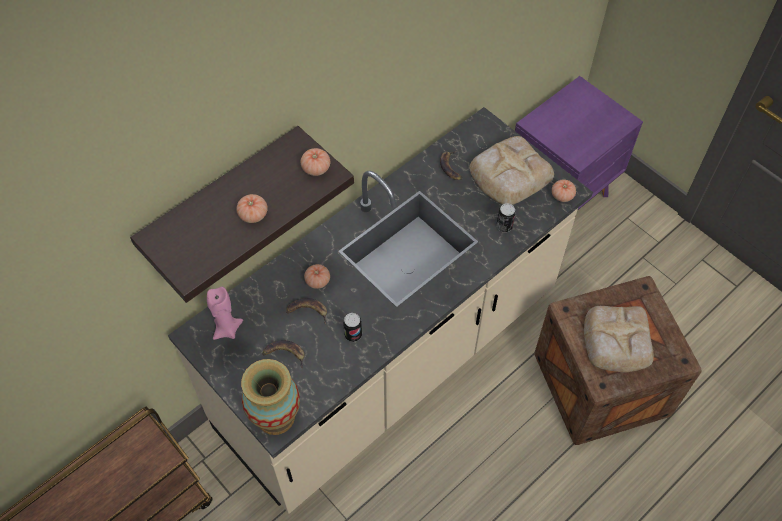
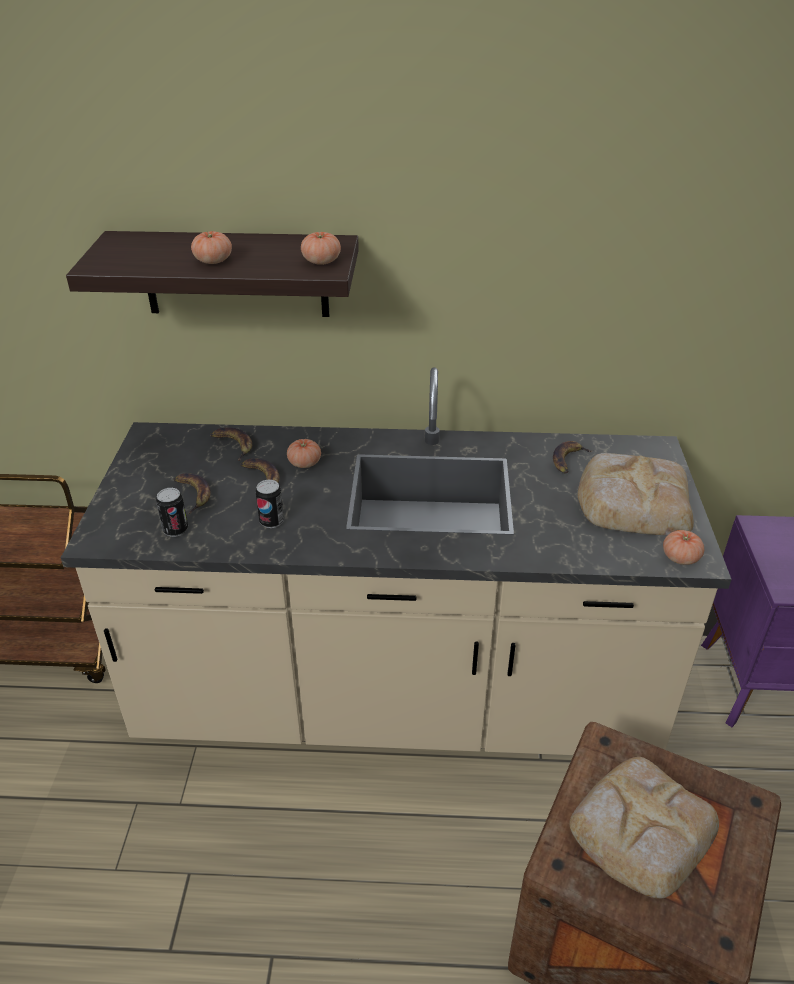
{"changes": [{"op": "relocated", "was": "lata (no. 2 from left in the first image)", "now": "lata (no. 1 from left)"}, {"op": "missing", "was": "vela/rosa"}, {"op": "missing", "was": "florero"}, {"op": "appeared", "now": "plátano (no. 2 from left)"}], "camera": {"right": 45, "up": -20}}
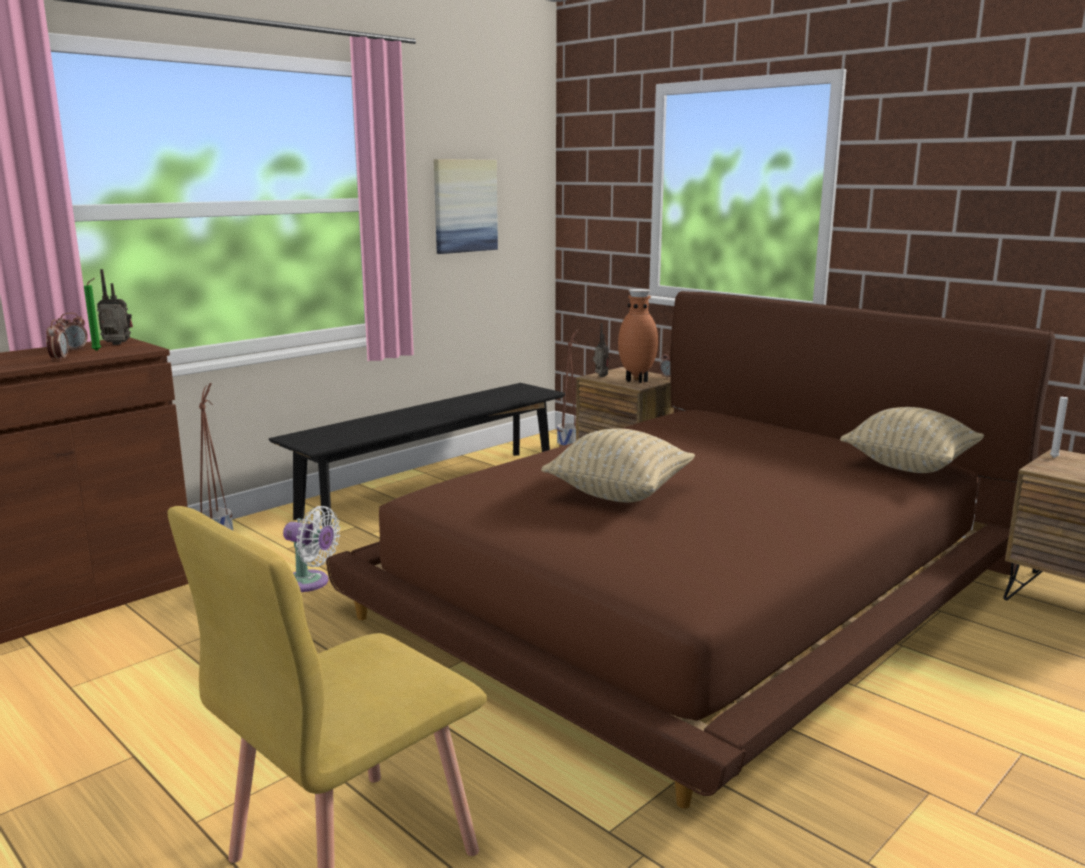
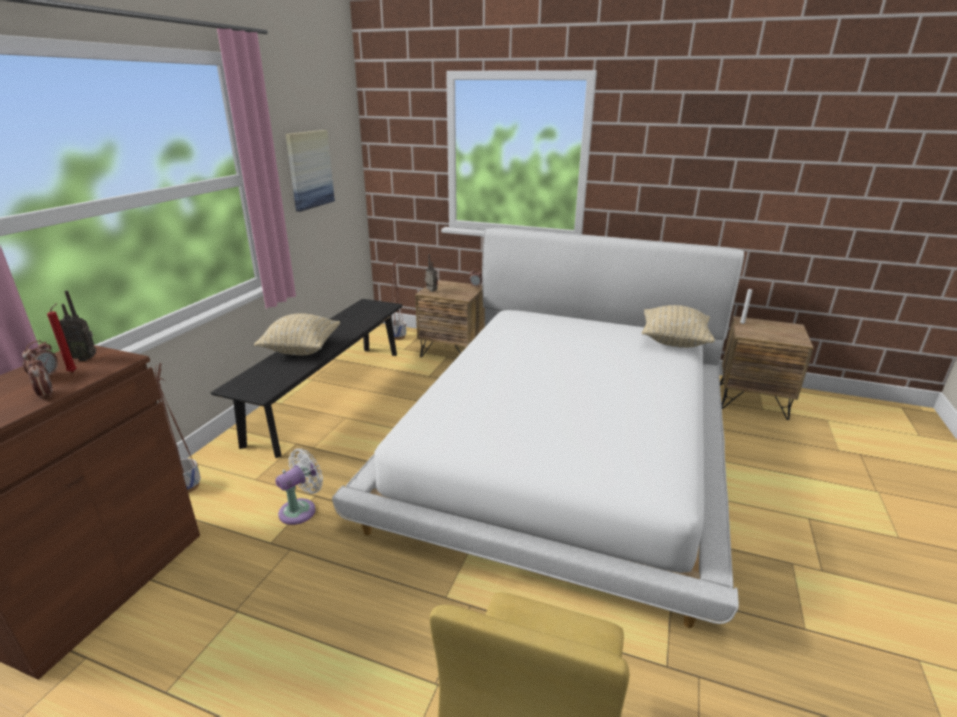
{"changes": [{"op": "spun", "was": "radio (no. 1 from left)", "clockwise": -150}, {"op": "colour", "was": "vela/verde", "now": "vela/rojo"}, {"op": "missing", "was": "florero/marrón"}, {"op": "colour", "was": "cama/marrón", "now": "cama/blanco"}, {"op": "relocated", "was": "cojín/beis (no. 1 from left)"}, {"op": "spun", "was": "ventilador/blanco", "clockwise": -45}], "camera": {"right": -25, "up": 10}}
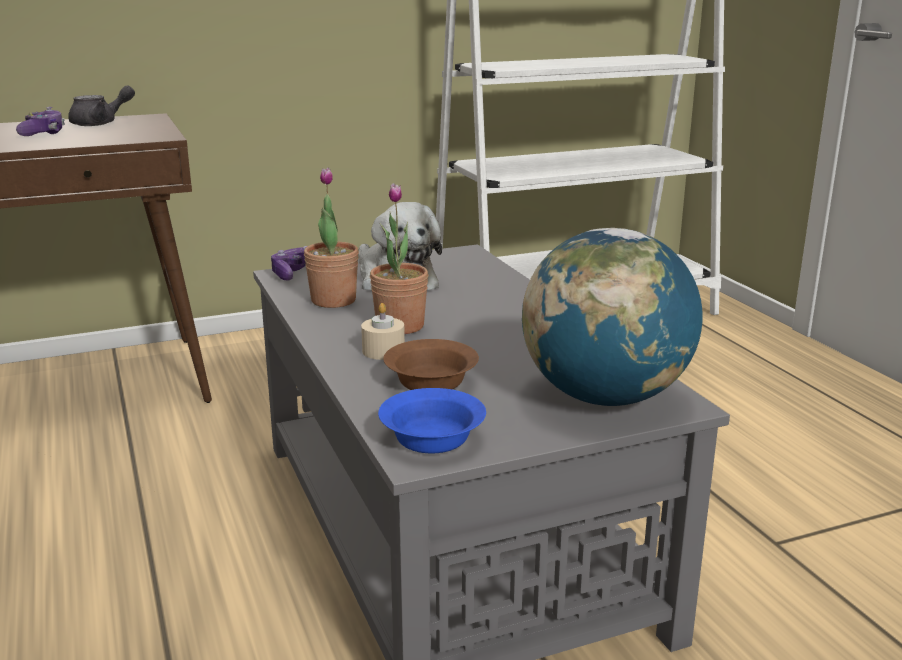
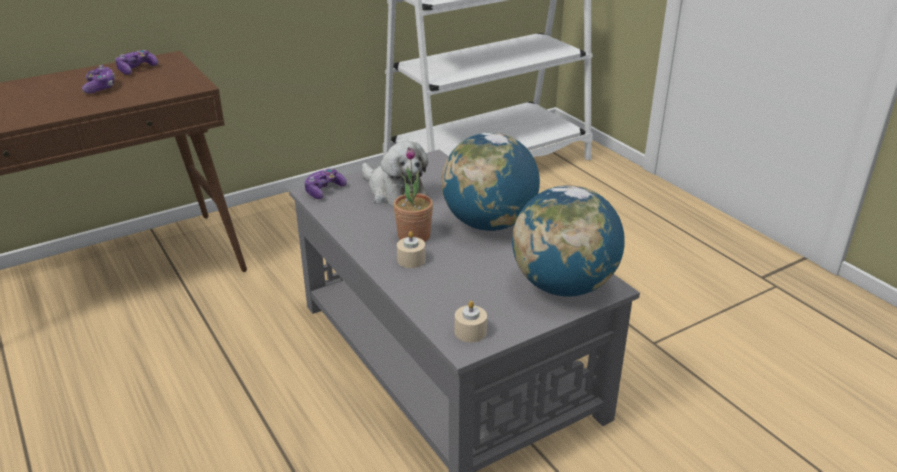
{"changes": [{"op": "exchanged", "was": "tetera/gris", "now": "mando de consola (no. 2 from left)"}, {"op": "missing", "was": "planta en maceta (no. 1 from left)"}, {"op": "missing", "was": "cuenco/marrón"}, {"op": "exchanged", "was": "cuenco/azul", "now": "vela/beis (no. 2 from left)"}, {"op": "appeared", "now": "globo terráqueo (no. 1 from left)"}], "camera": {"right": -10, "up": 10}}
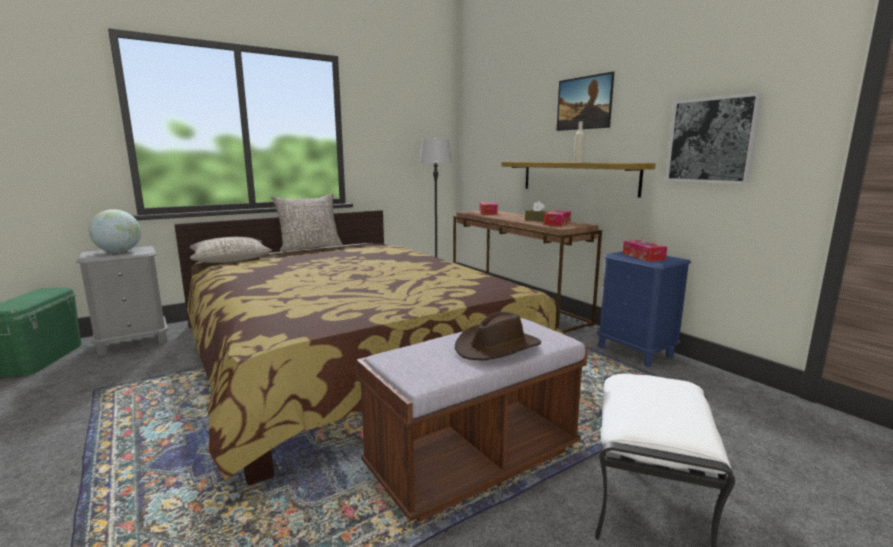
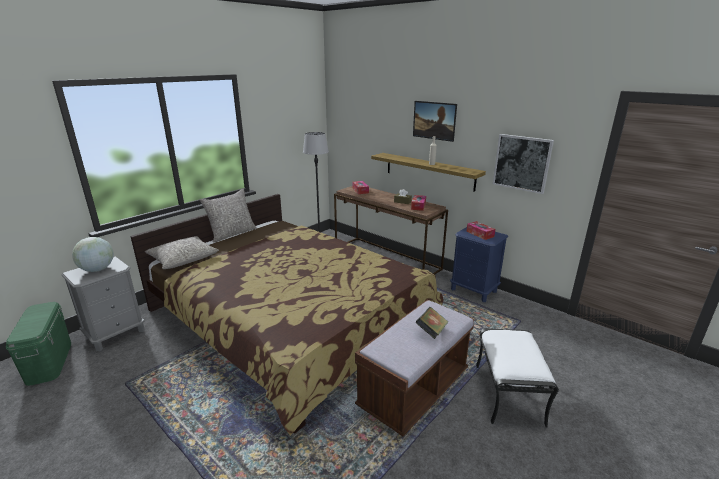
{"changes": [{"op": "exchanged", "was": "sombrero/marrón", "now": "libro"}], "camera": {"right": -15, "up": 10}}
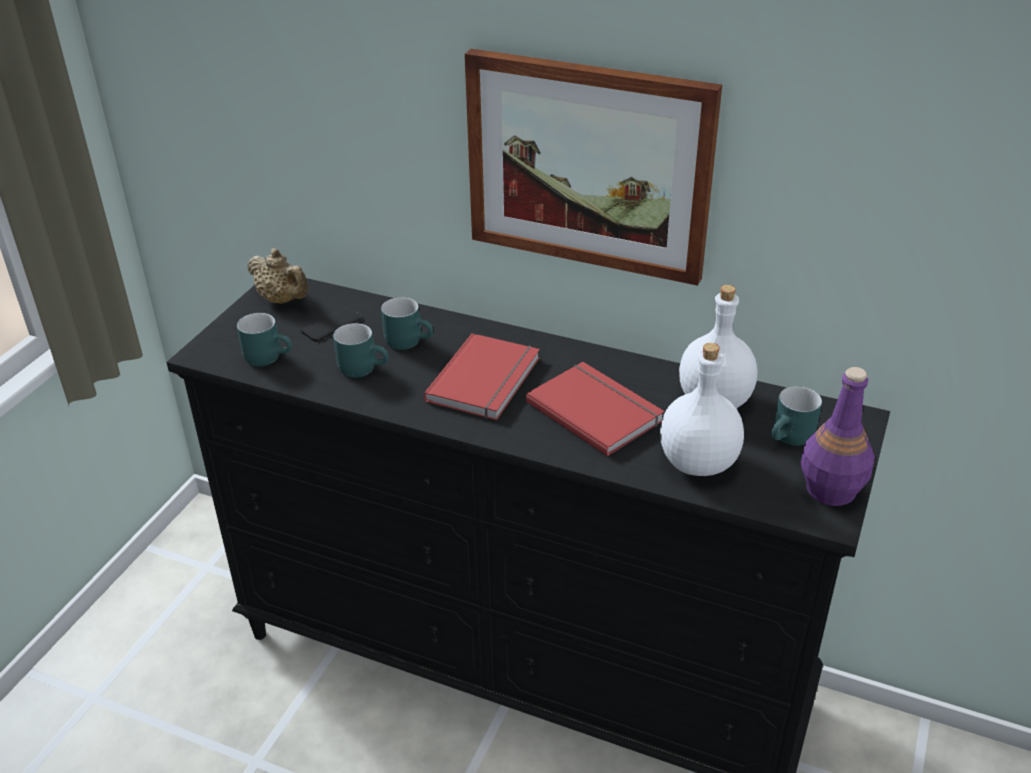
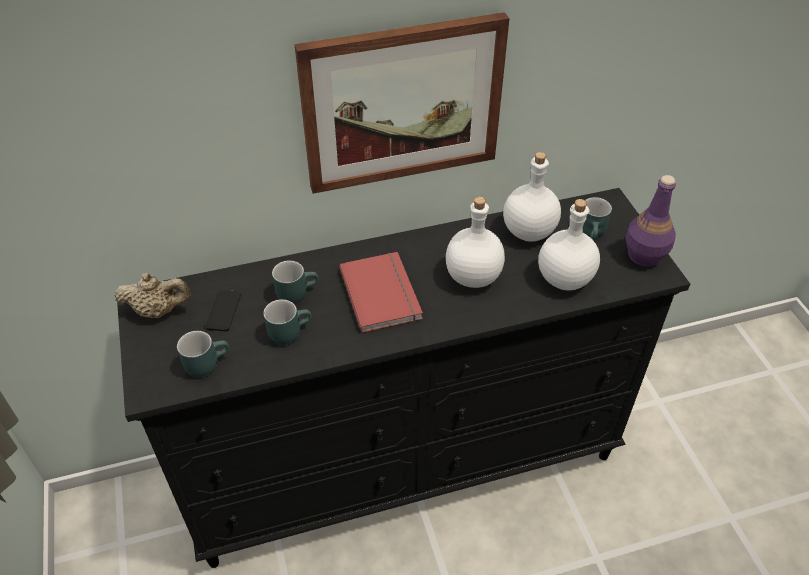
{"changes": [{"op": "exchanged", "was": "libro/rojo (no. 2 from left)", "now": "botella/blanco (no. 1 from left)"}], "camera": {"right": -40, "up": 10}}
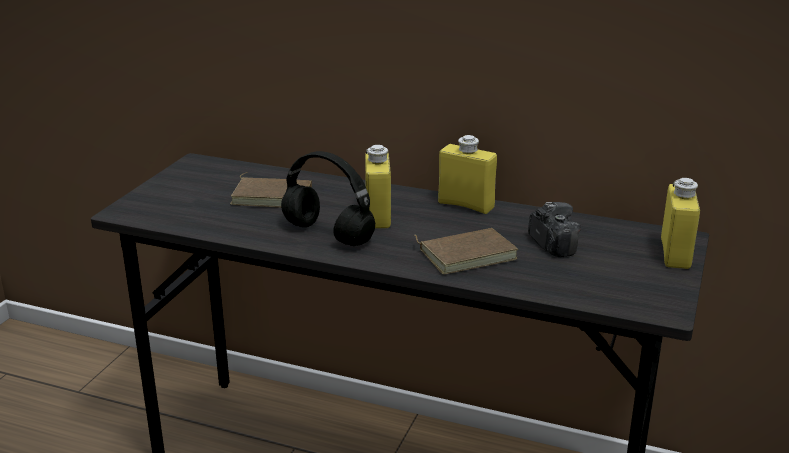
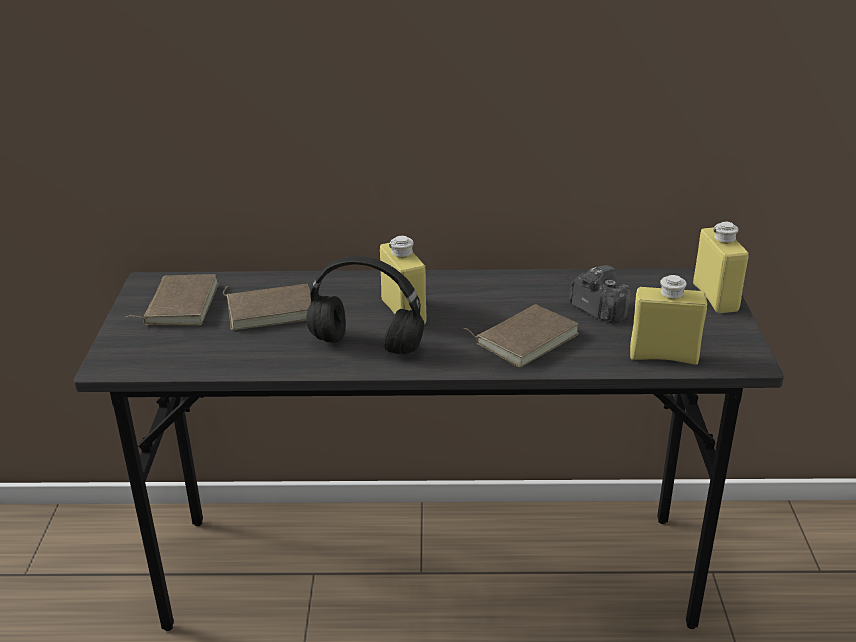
{"changes": [{"op": "relocated", "was": "botella/amarillo (no. 2 from left)"}, {"op": "appeared", "now": "libro/marrón (no. 1 from left)"}], "camera": {"right": -20, "up": 5}}
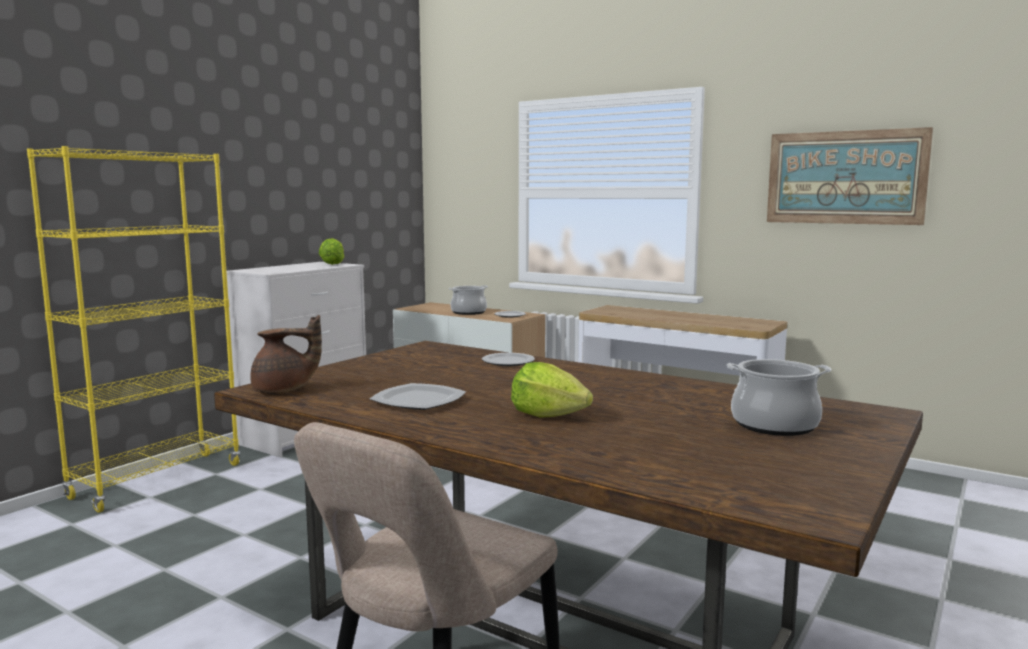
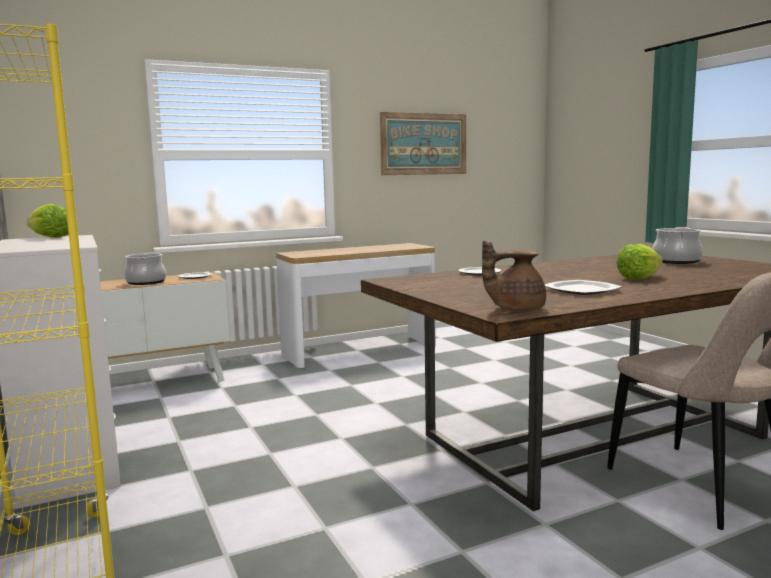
{"changes": [{"op": "spun", "was": "tetera/marrón", "clockwise": -120}], "camera": {"right": -60, "up": 0}}
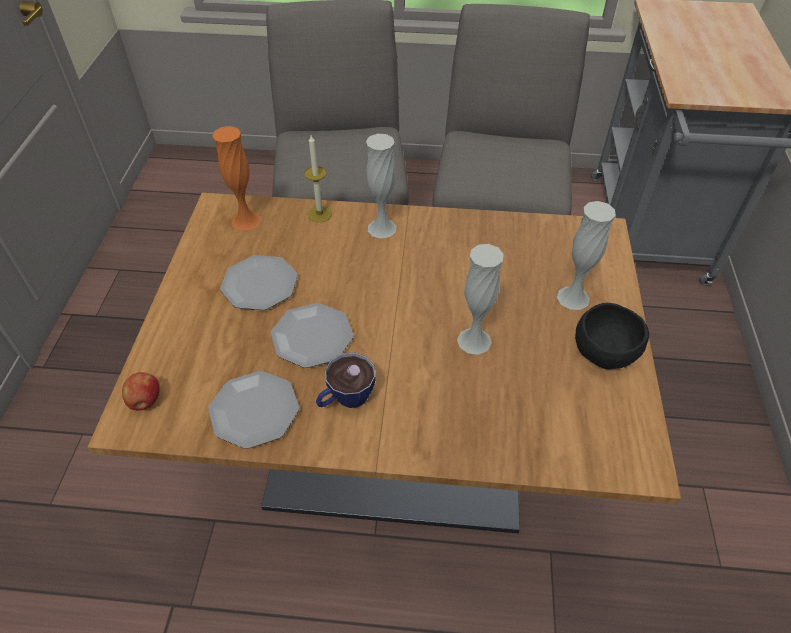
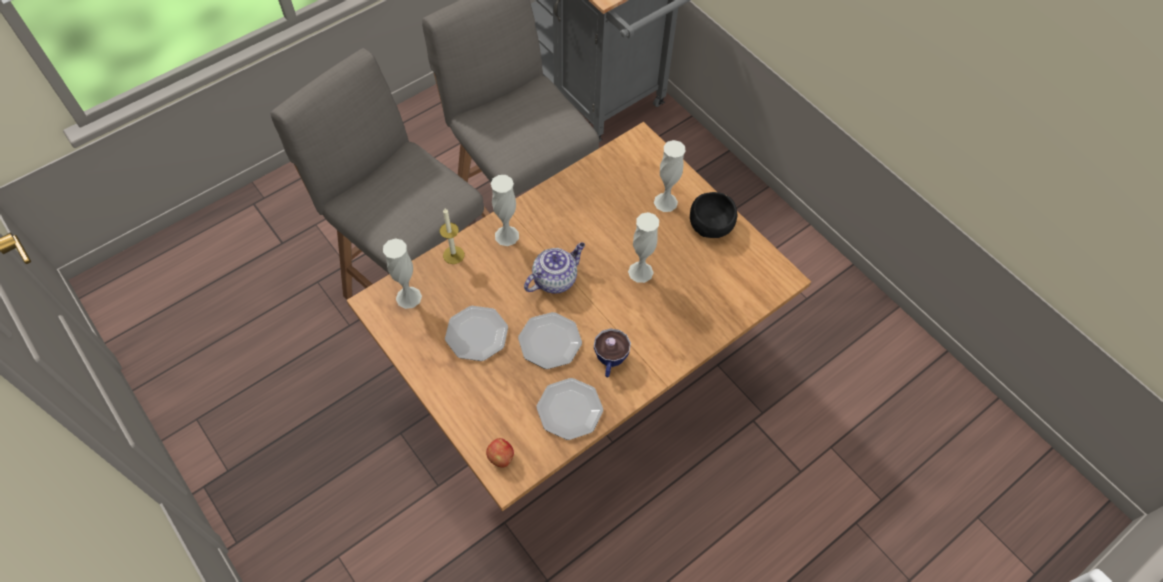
{"changes": [{"op": "colour", "was": "florero/naranja", "now": "florero/blanco (no. 1 from left)"}, {"op": "appeared", "now": "tetera"}], "camera": {"right": -45, "up": 10}}
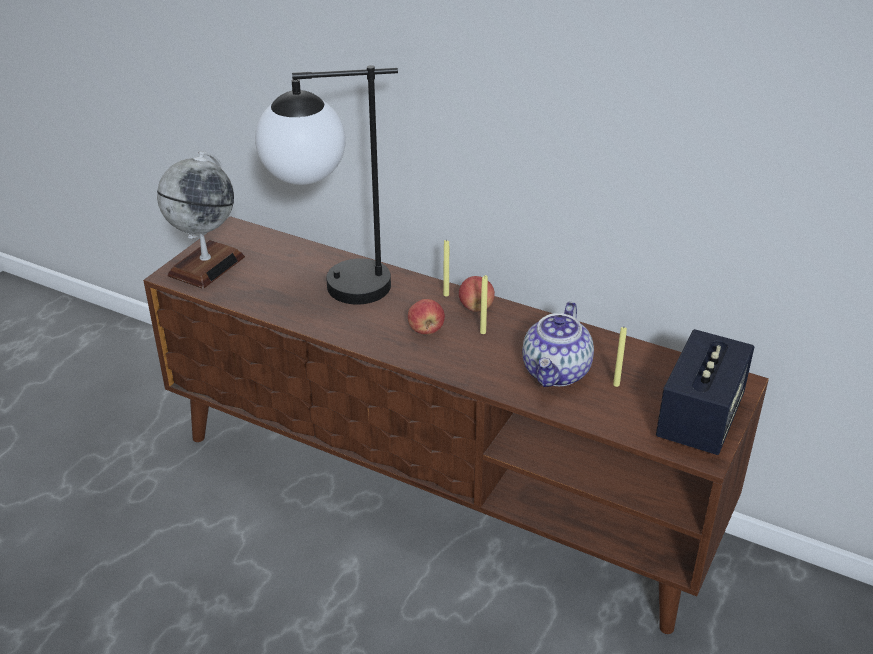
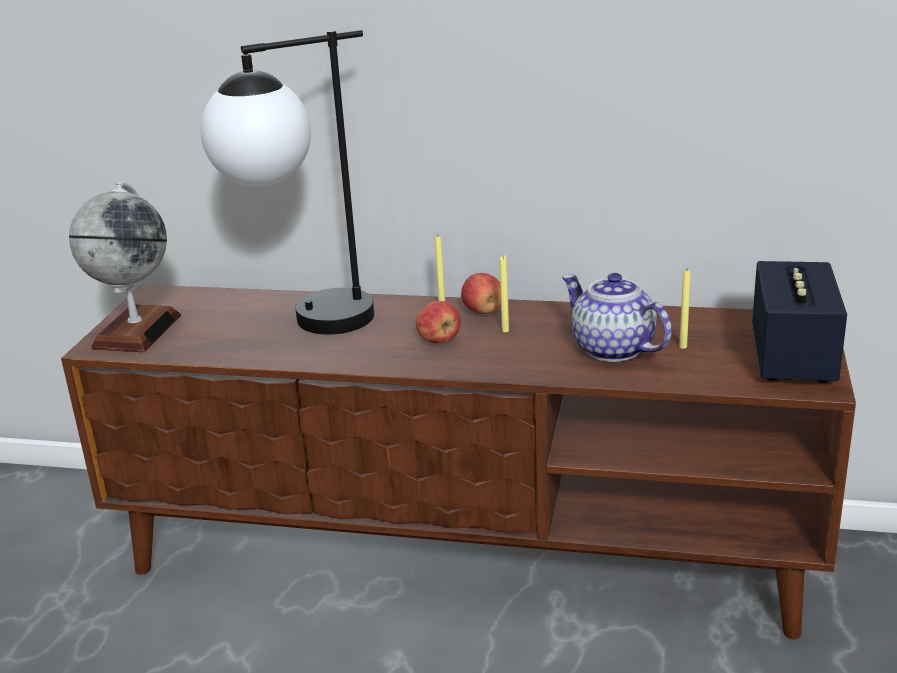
{"changes": [{"op": "spun", "was": "tetera", "clockwise": 135}], "camera": {"right": -15, "up": -10}}
